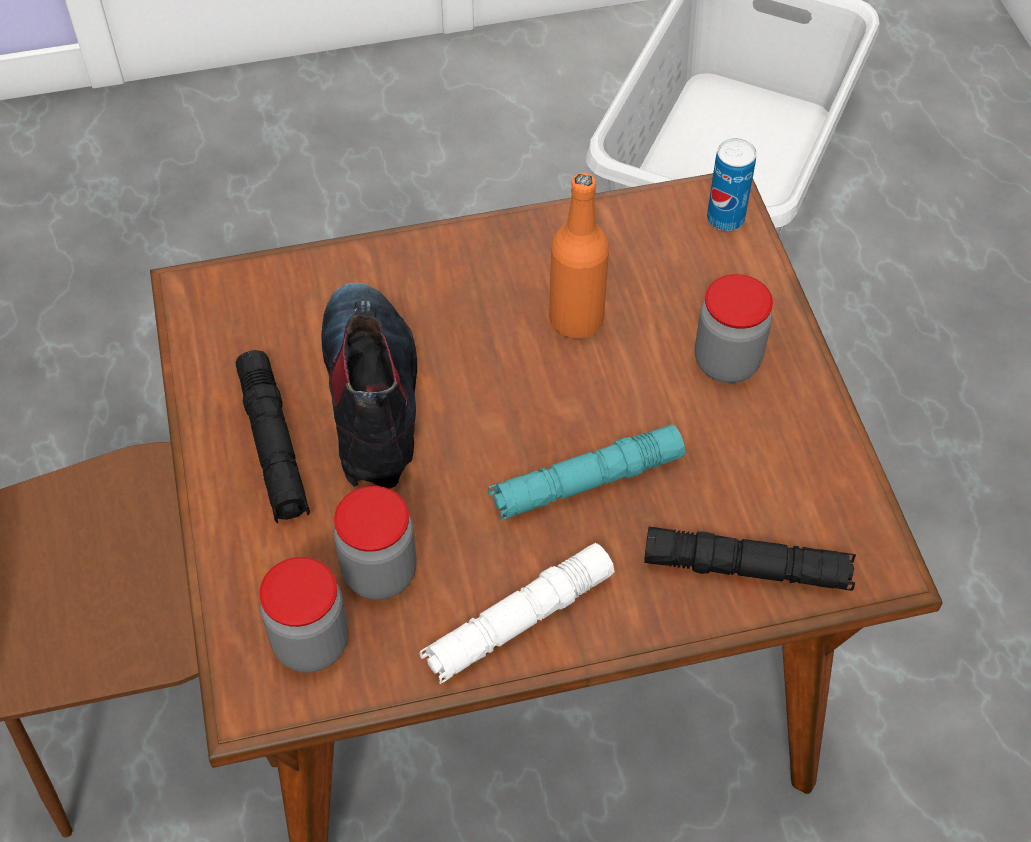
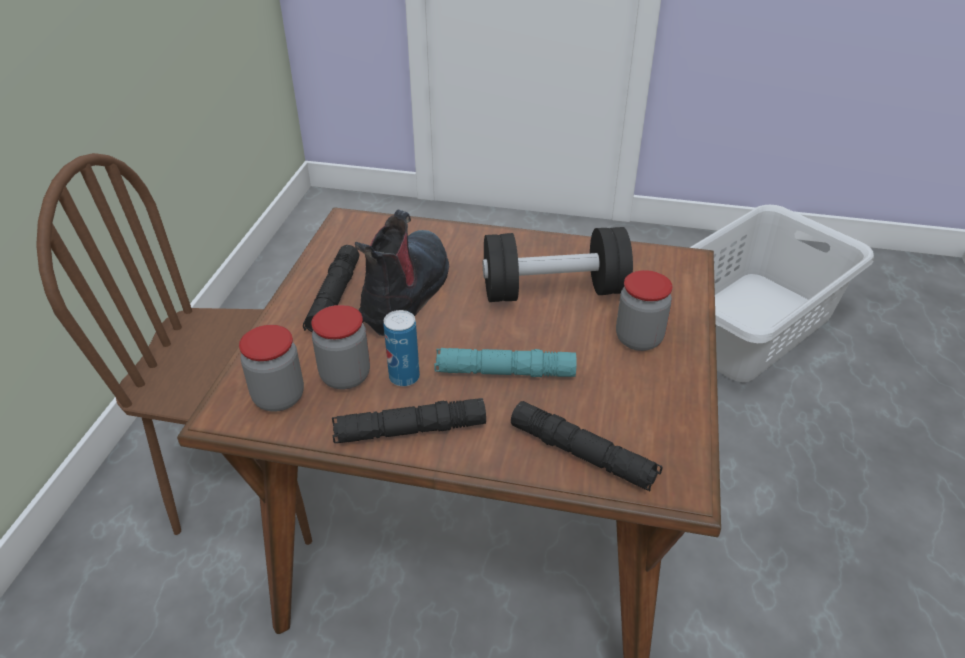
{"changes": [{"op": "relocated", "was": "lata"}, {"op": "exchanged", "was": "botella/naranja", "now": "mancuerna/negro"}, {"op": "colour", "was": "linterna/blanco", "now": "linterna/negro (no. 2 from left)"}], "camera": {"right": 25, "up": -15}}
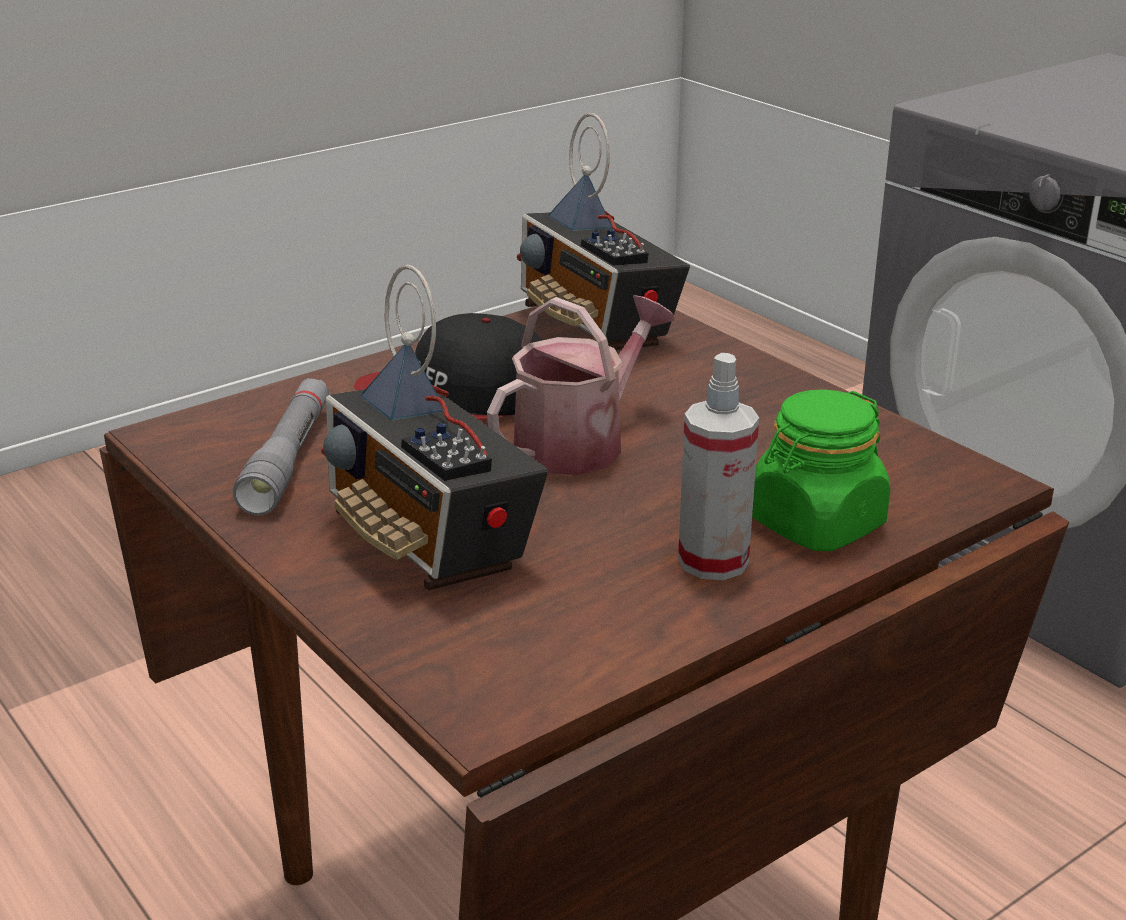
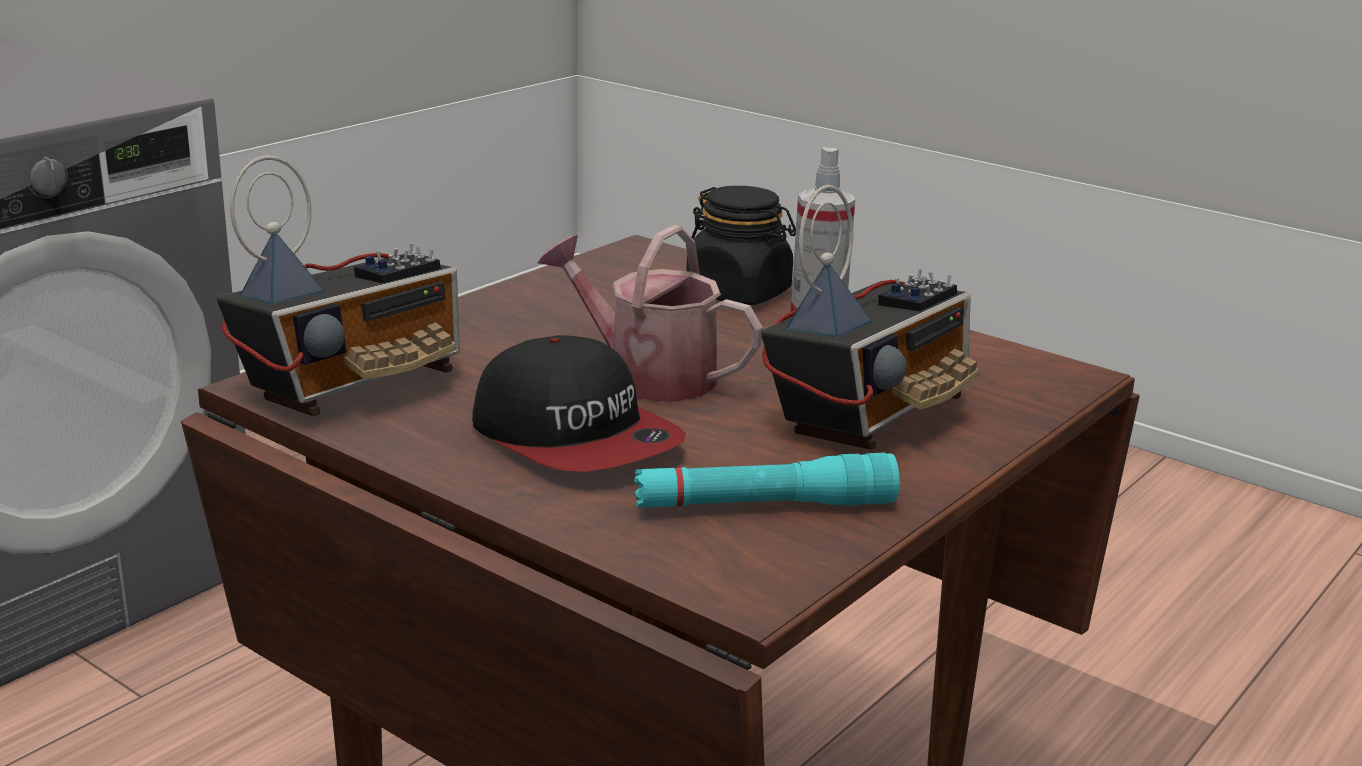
{"changes": [{"op": "colour", "was": "linterna/gris", "now": "linterna/turquesa"}, {"op": "colour", "was": "tarro/verde", "now": "tarro/negro"}], "camera": {"right": -105, "up": -5}}
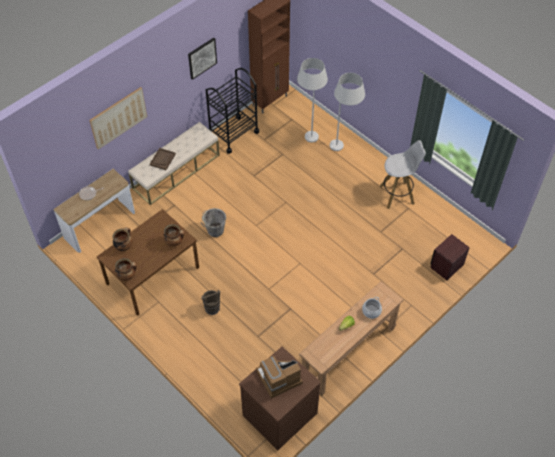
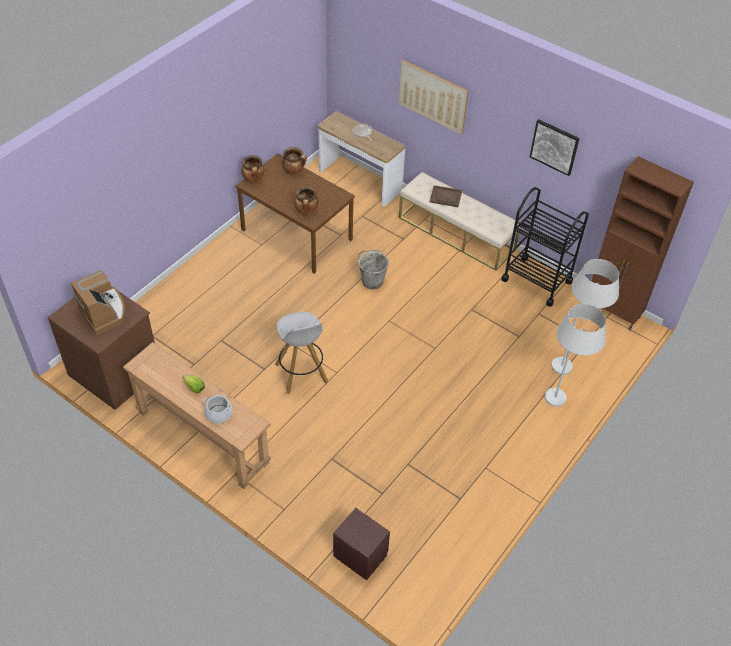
{"changes": [{"op": "relocated", "was": "taburete/blanco"}, {"op": "missing", "was": "cubo/marrón"}], "camera": {"right": 80, "up": -5}}
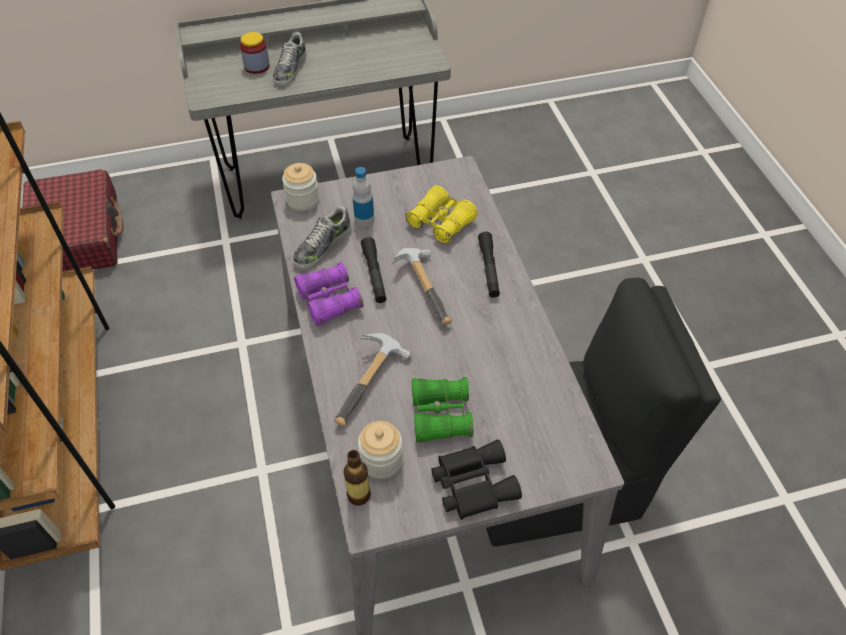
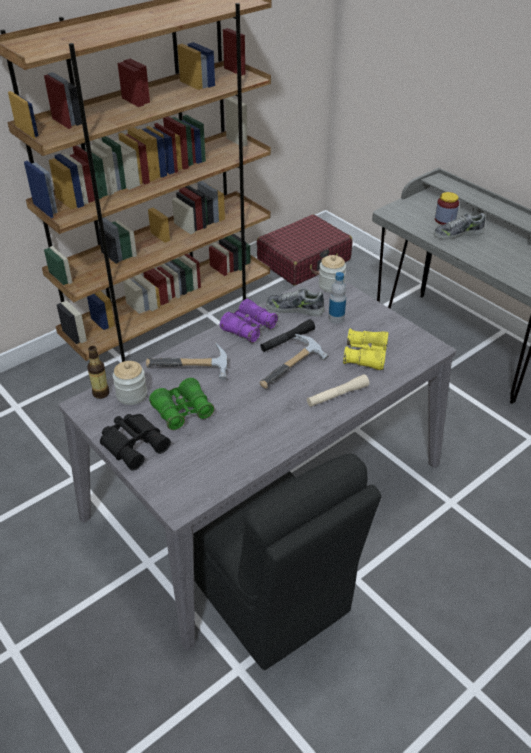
{"changes": [{"op": "colour", "was": "linterna/negro (no. 2 from left)", "now": "linterna/beis"}], "camera": {"right": 65, "up": -10}}
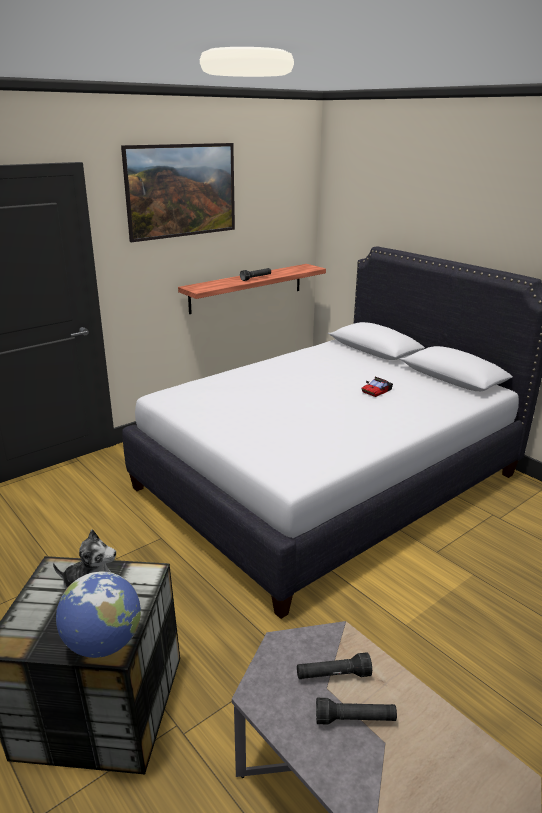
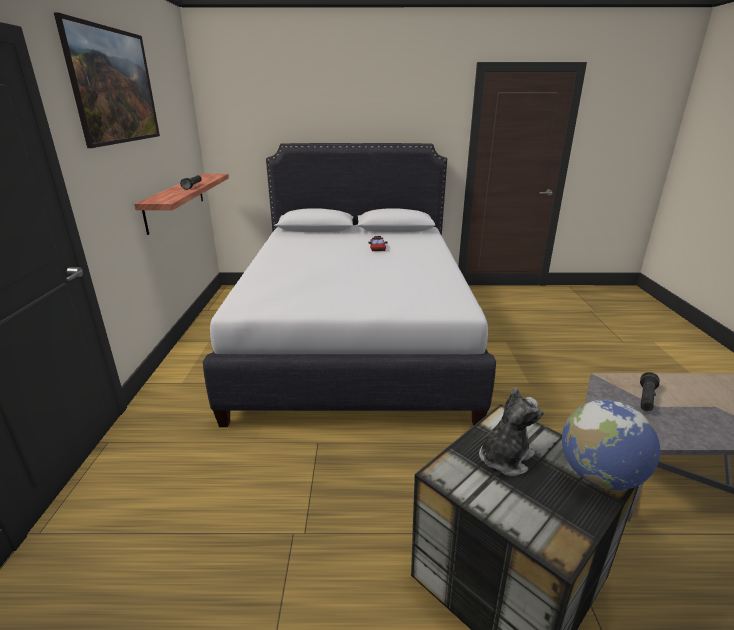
{"changes": [{"op": "missing", "was": "linterna/negro (no. 3 from left)"}], "camera": {"right": -50, "up": 0}}
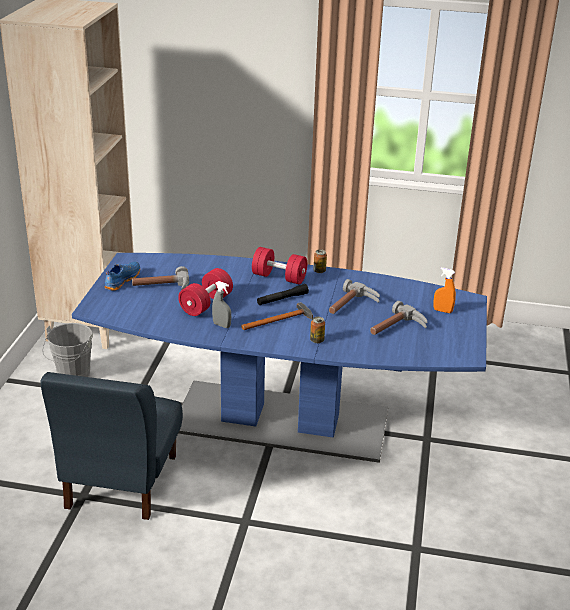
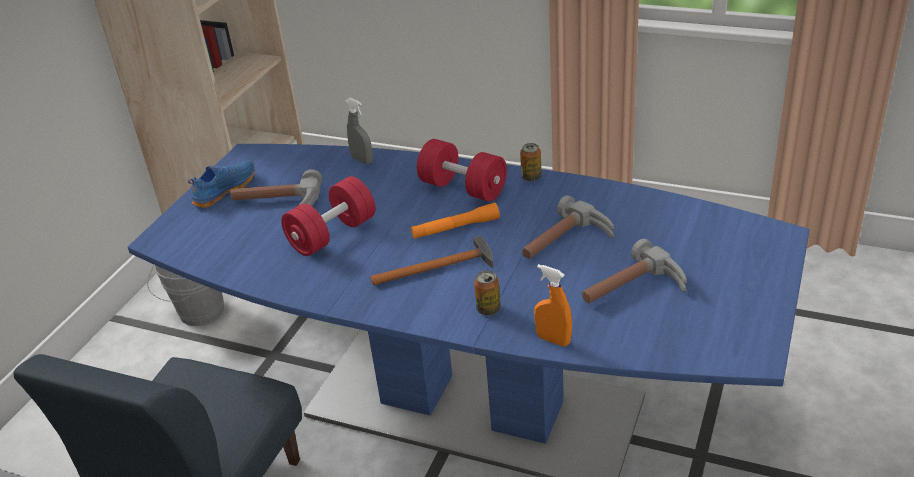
{"changes": [{"op": "relocated", "was": "pulverizador/naranja"}, {"op": "relocated", "was": "pulverizador/gris"}, {"op": "colour", "was": "linterna/negro", "now": "linterna/naranja"}], "camera": {"right": 15, "up": 5}}
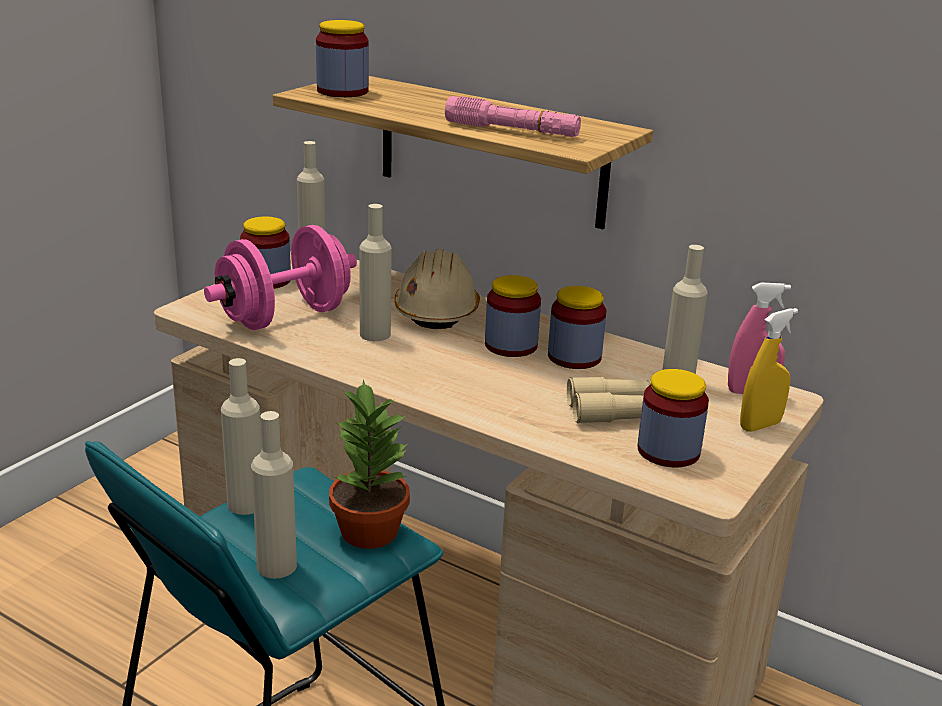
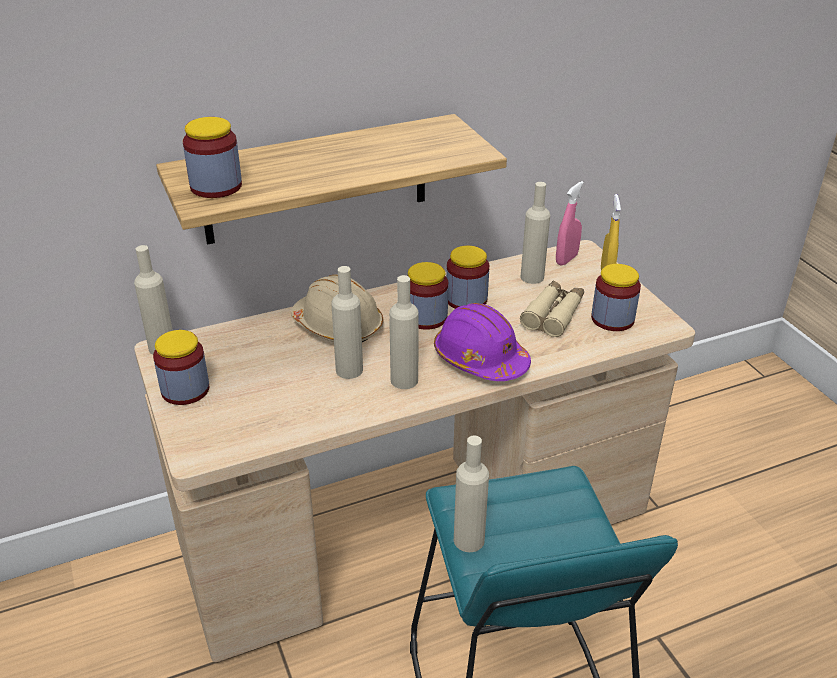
{"changes": [{"op": "missing", "was": "linterna/rosa"}, {"op": "missing", "was": "mancuerna/rosa"}, {"op": "missing", "was": "planta en maceta"}, {"op": "relocated", "was": "botella/beis (no. 2 from left in the first image)", "now": "botella/beis (no. 3 from left)"}, {"op": "appeared", "now": "casco/morado"}], "camera": {"right": -55, "up": 10}}
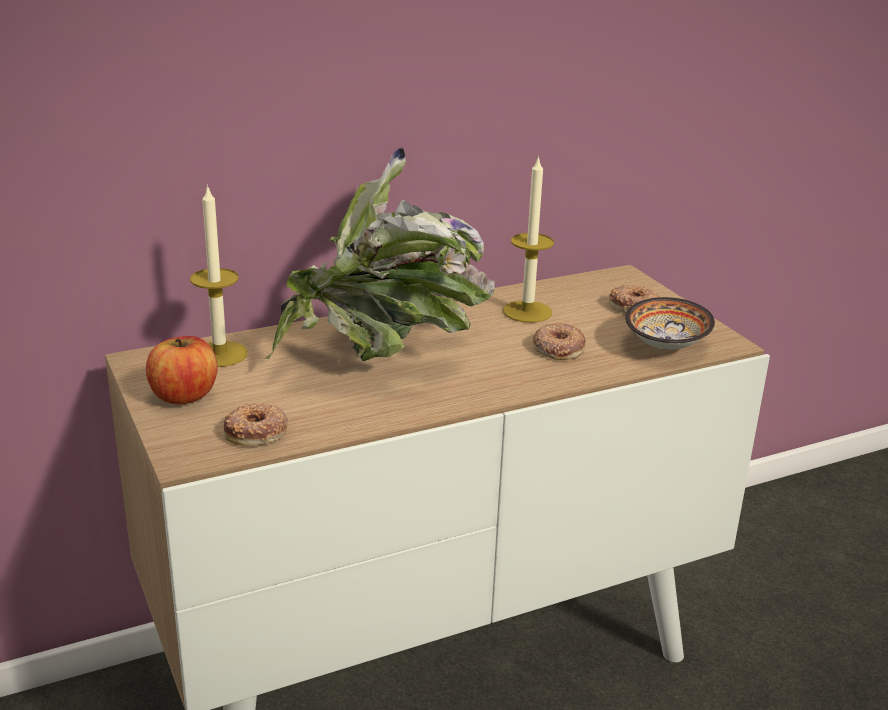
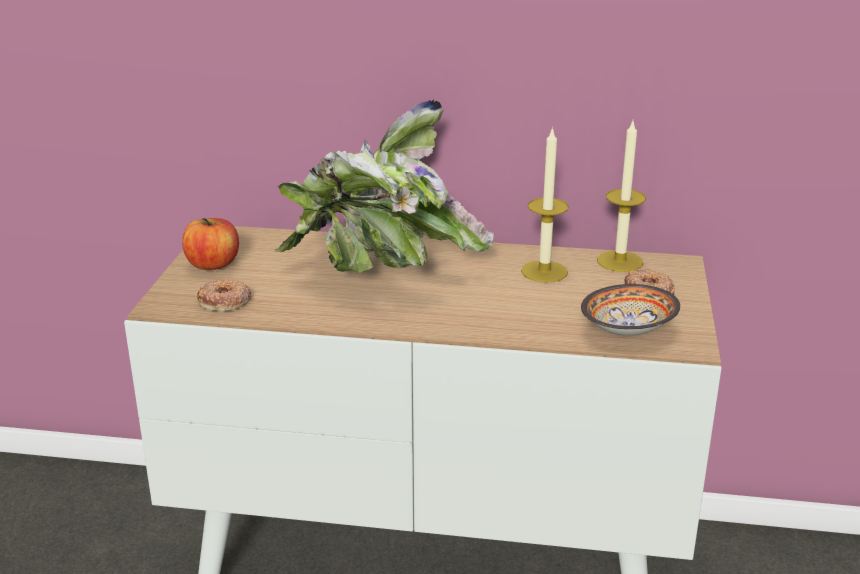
{"changes": [{"op": "relocated", "was": "vela (no. 1 from left in the first image)", "now": "vela (no. 2 from left)"}, {"op": "missing", "was": "rosquilla (no. 2 from left)"}], "camera": {"right": 35, "up": 0}}
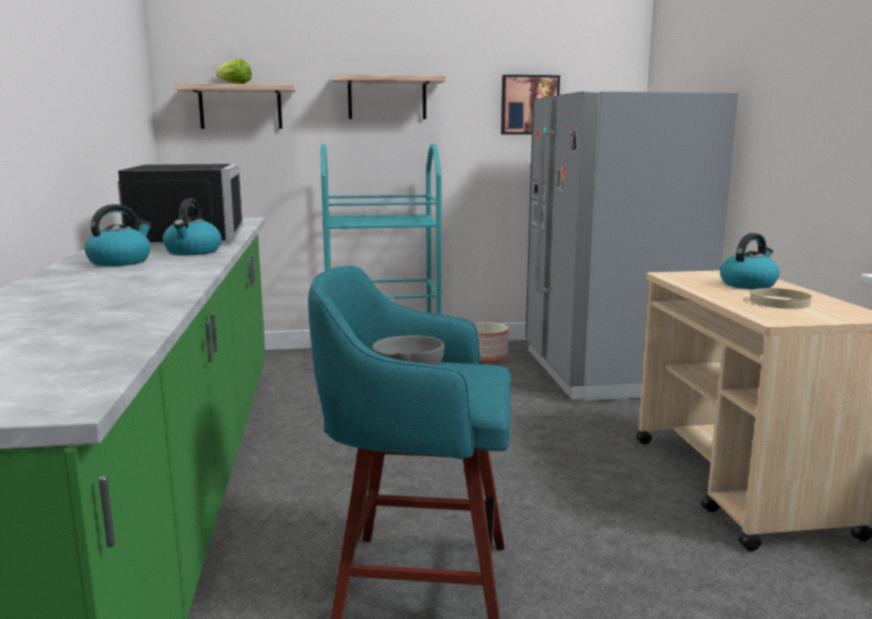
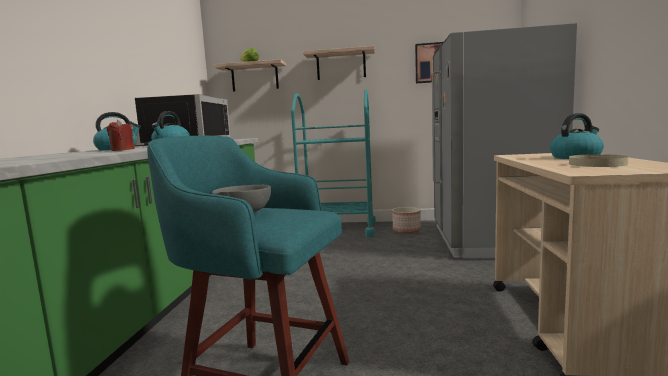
{"changes": [{"op": "appeared", "now": "vela/rojo"}], "camera": {"right": 15, "up": -5}}
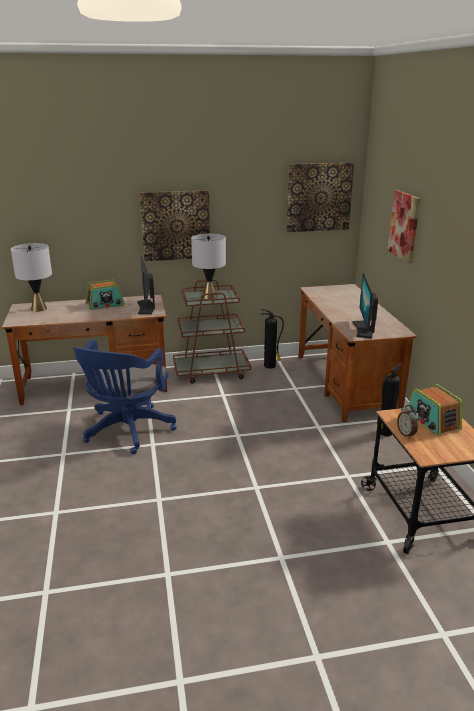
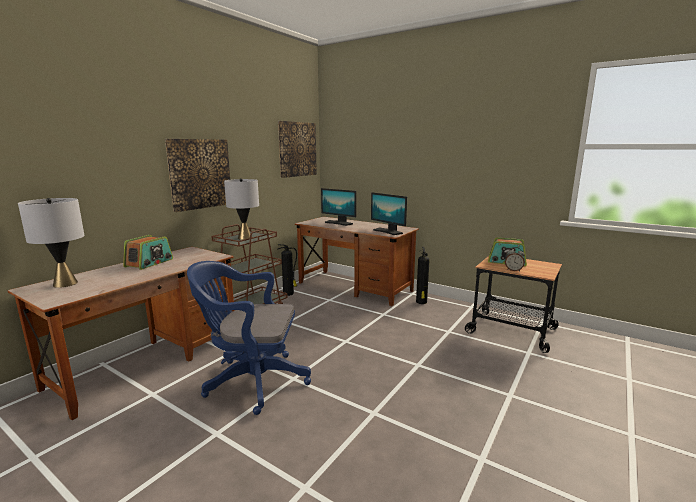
{"changes": [{"op": "missing", "was": "cuadro (no. 3 from left)"}, {"op": "relocated", "was": "monitor (no. 1 from left)"}, {"op": "spun", "was": "silla de oficina/azul", "clockwise": 120}], "camera": {"right": -45, "up": -10}}
